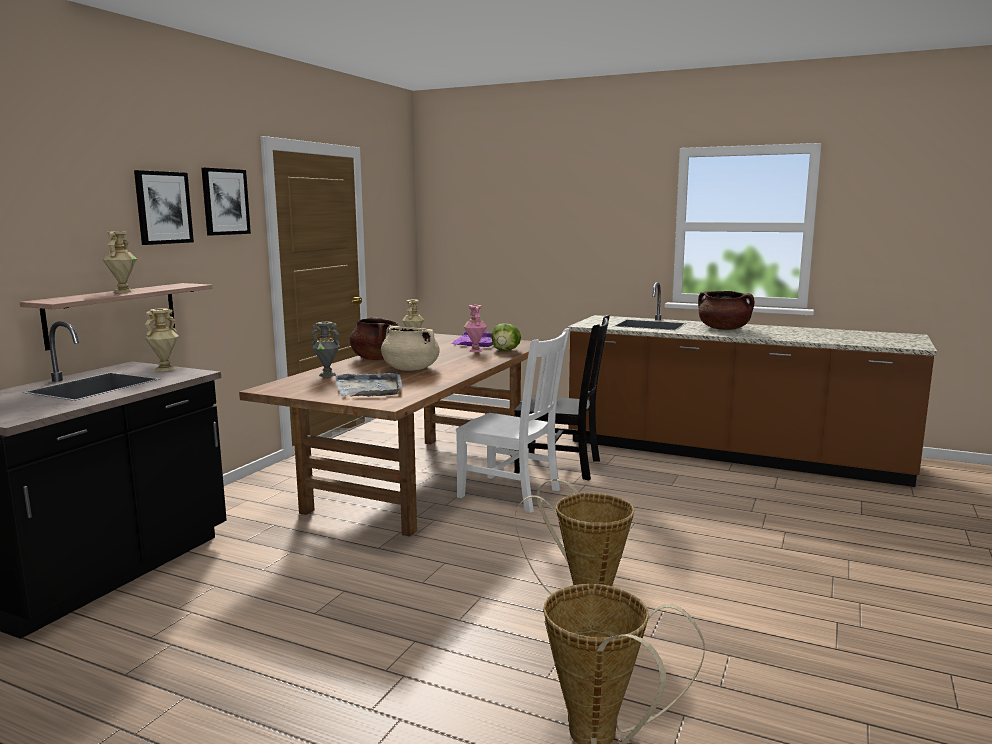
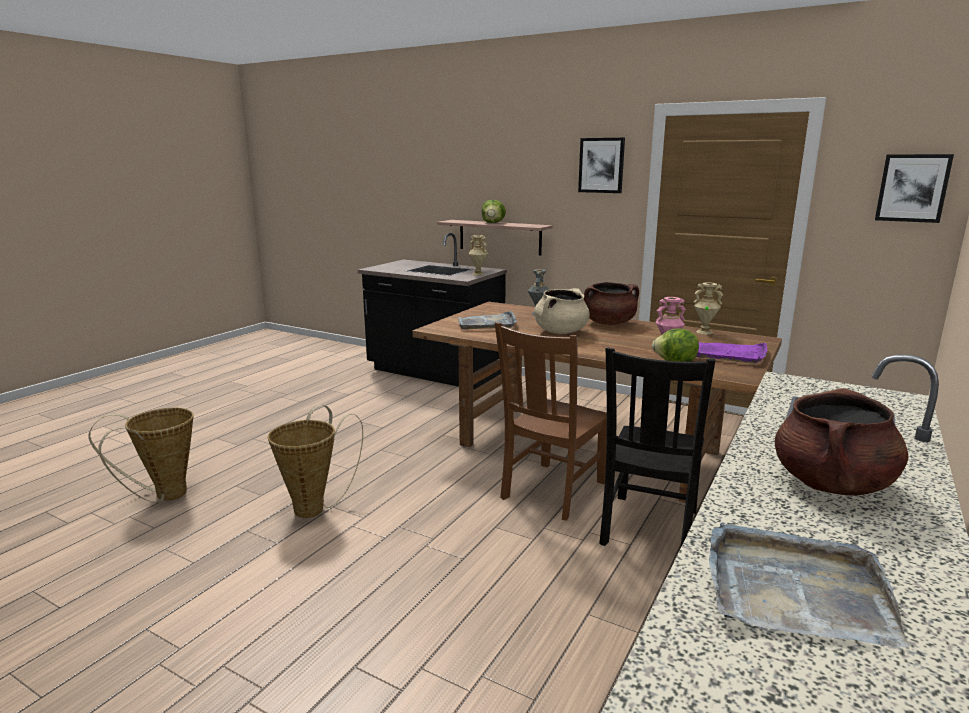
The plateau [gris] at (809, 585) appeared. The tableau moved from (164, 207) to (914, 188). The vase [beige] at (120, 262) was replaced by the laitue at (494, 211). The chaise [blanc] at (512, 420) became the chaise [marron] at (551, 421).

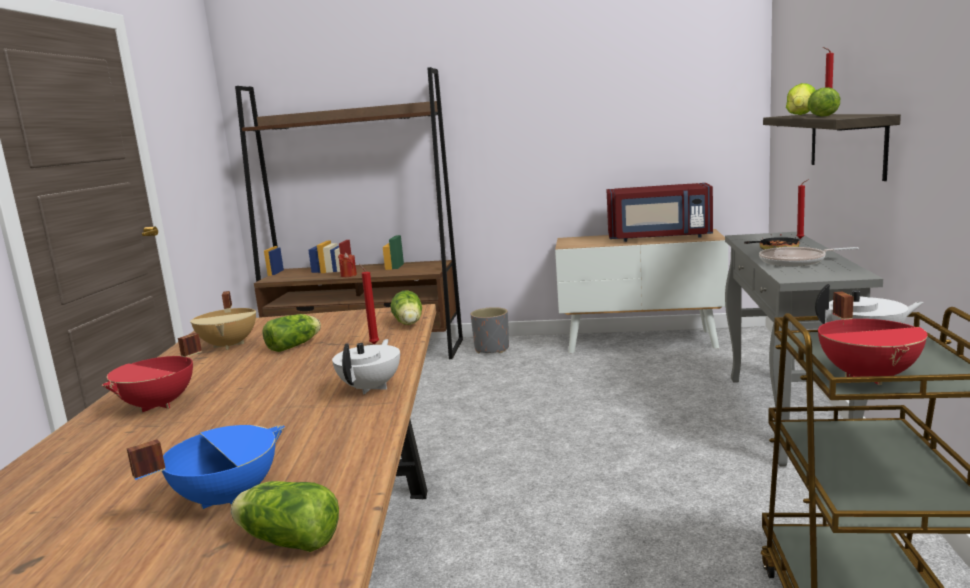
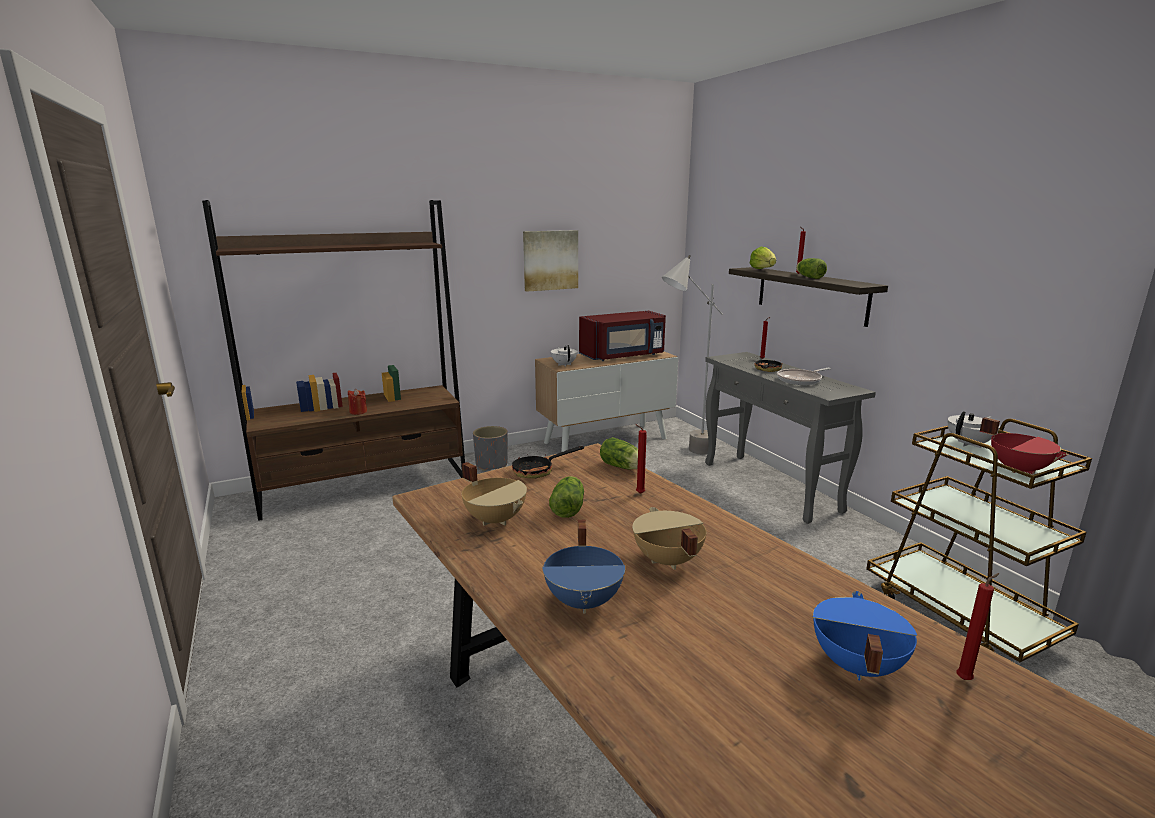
The poêle at (548, 462) appeared. The tableau at (550, 261) appeared. The marmite [beige] at (669, 538) appeared. The lampadaire [gris] at (692, 355) appeared. The théière [blanc] moved from (366, 367) to (564, 355). The laitue at (285, 516) was replaced by the bougie [rouge] at (978, 626). The marmite [rouge] at (152, 373) became the marmite [bleu] at (583, 567).

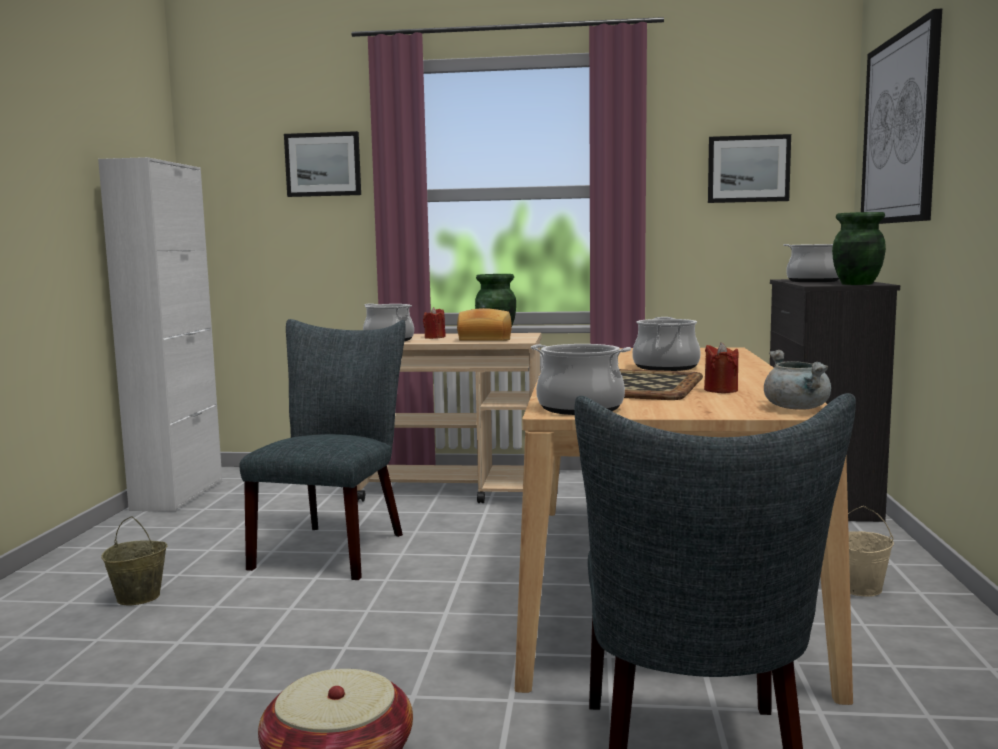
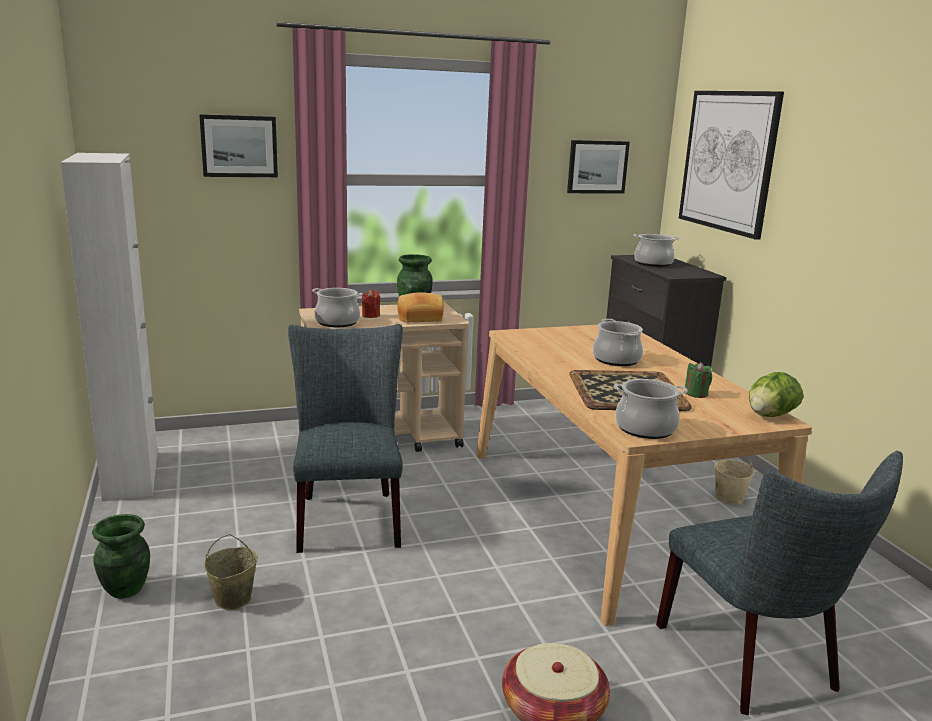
The vase [vert] moved from (859, 248) to (121, 556). The marmite [gris] at (797, 380) was replaced by the laitue at (776, 394). The bougie [rouge] at (721, 367) became the bougie [vert] at (698, 380).

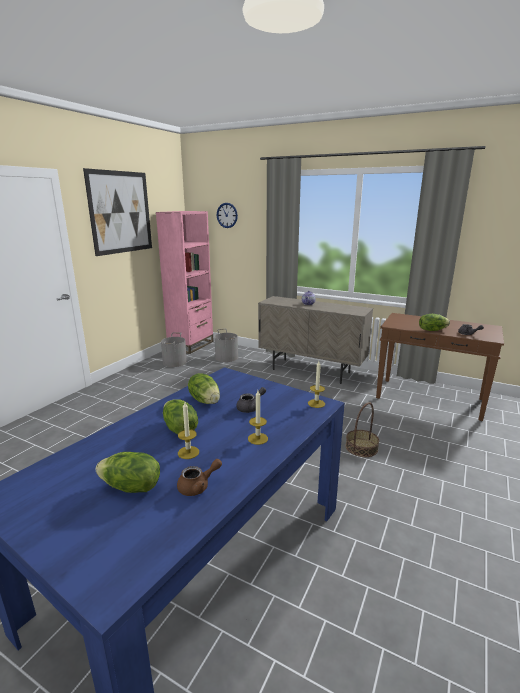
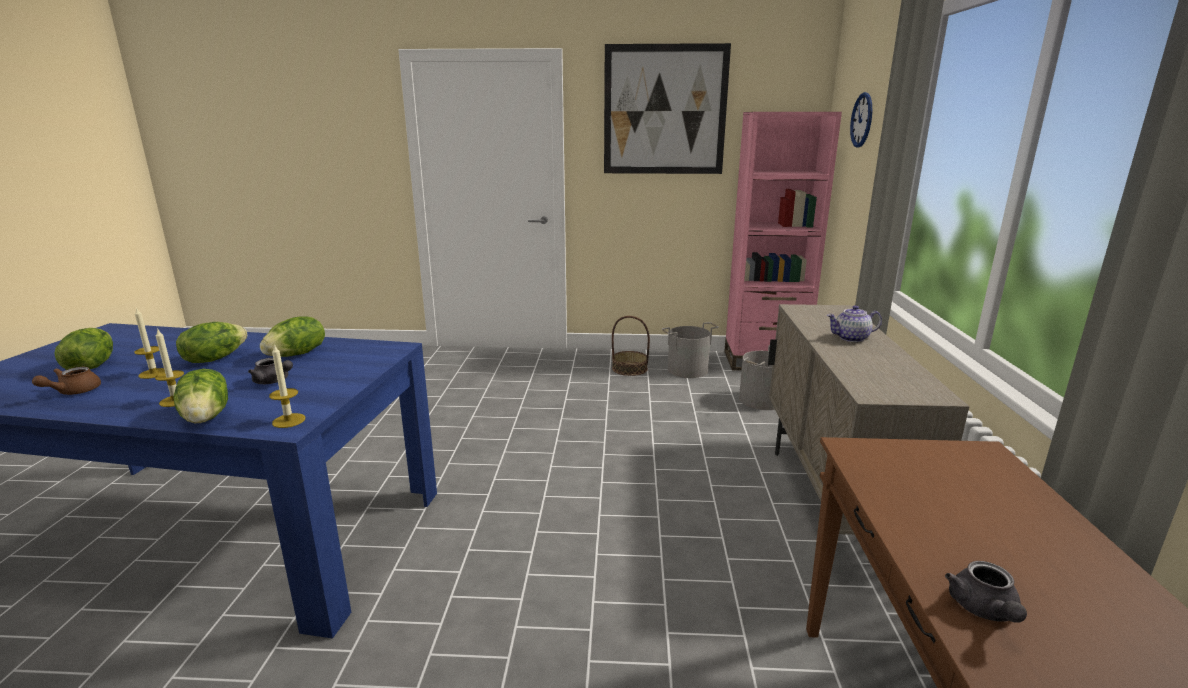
The panier moved from (362, 429) to (631, 346). The laitue moved from (434, 322) to (200, 396). The théière [marron] at (199, 477) turned 75 degrees clockwise.

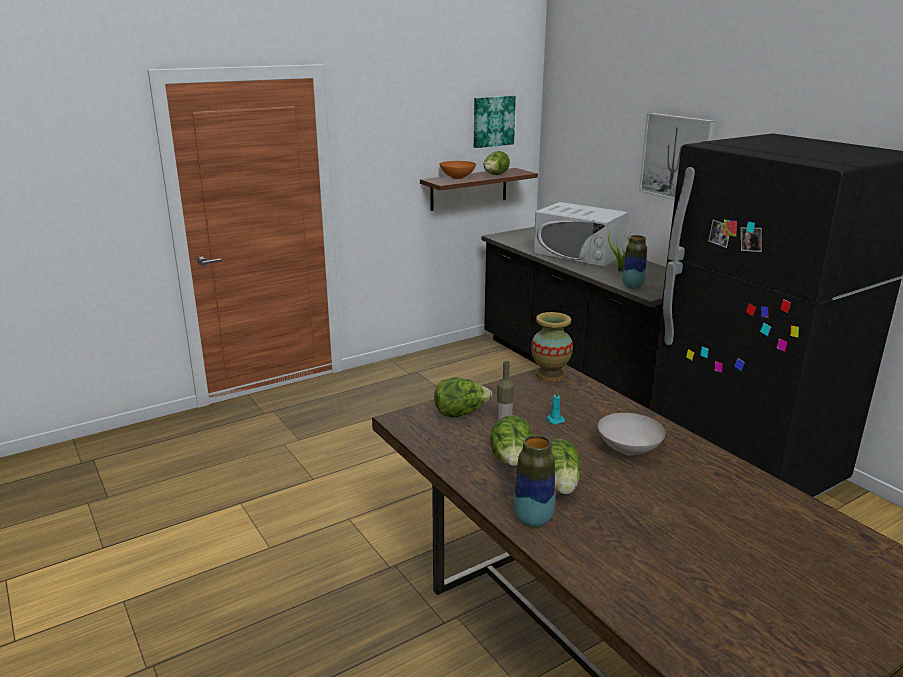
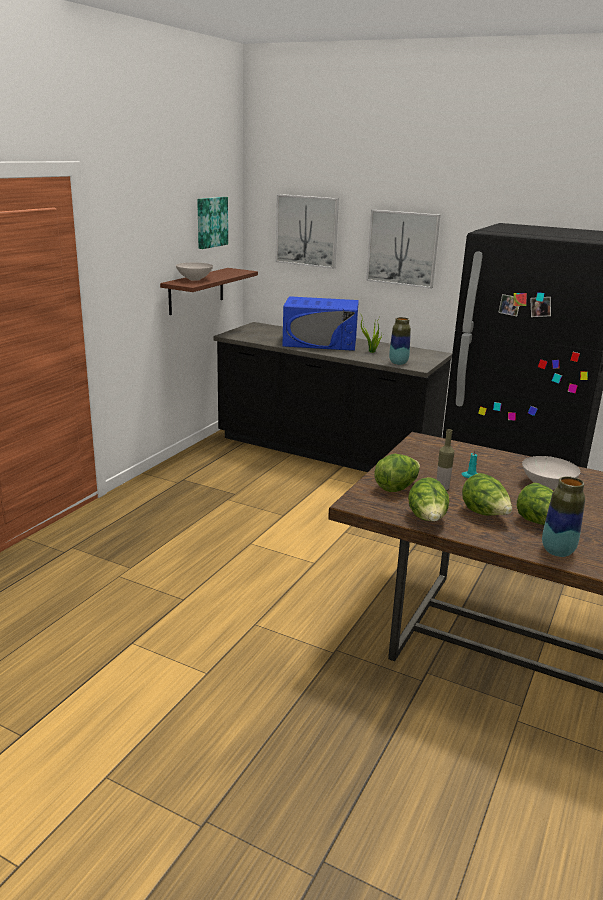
The vase at (552, 347) disappeared. The tableau at (307, 231) appeared. The laitue moved from (497, 163) to (428, 499). The bol [orange] at (457, 170) became the bol [blanc] at (194, 272). The micro-ondes [blanc] at (581, 234) became the micro-ondes [bleu] at (320, 323).

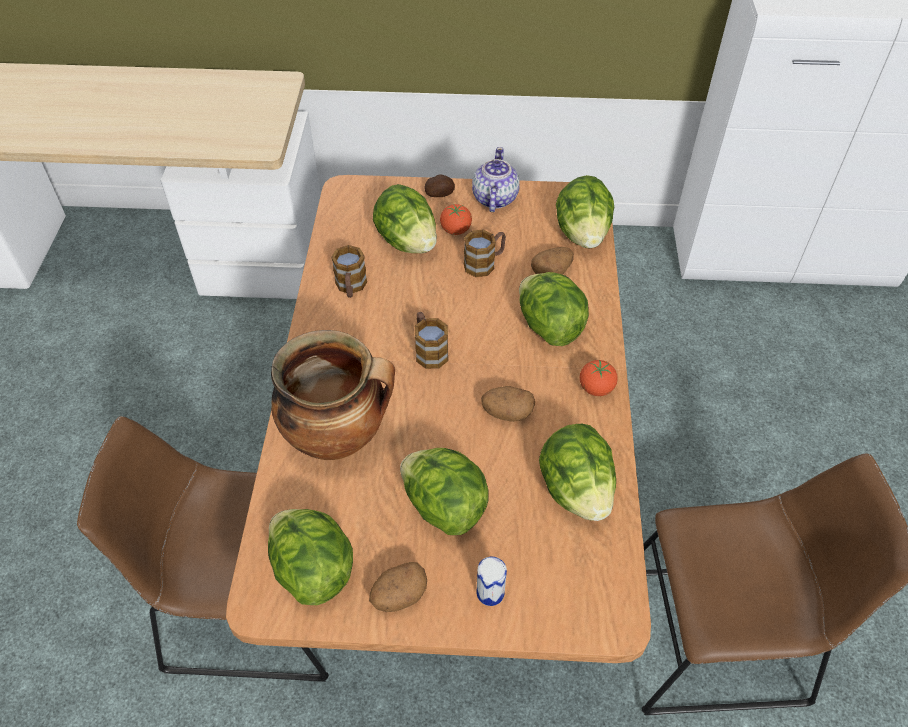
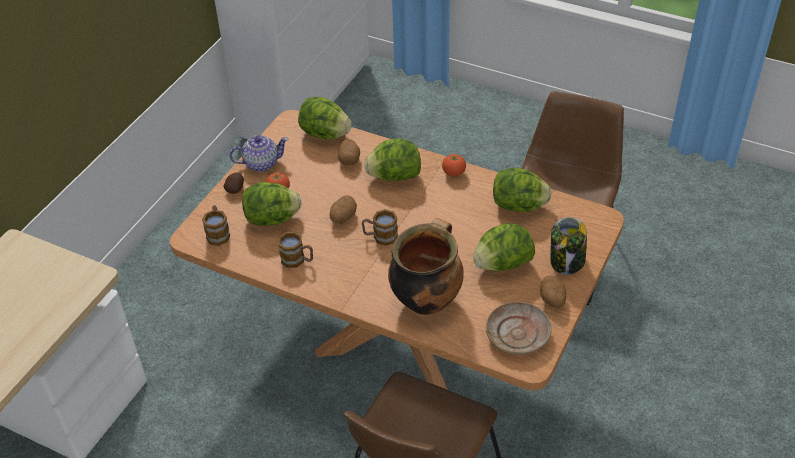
The mug moved from (485, 253) to (216, 225). The pomme de terre moved from (508, 404) to (343, 209). The laitue at (310, 557) was replaced by the assiette [beige] at (519, 328). The boîte métallique at (491, 581) was replaced by the bocal at (569, 245). The théière at (496, 179) turned 135 degrees clockwise.

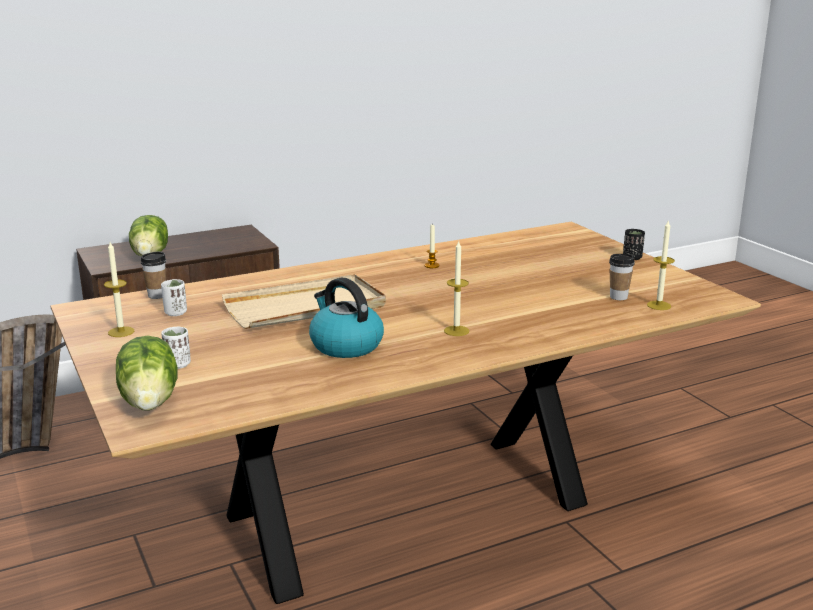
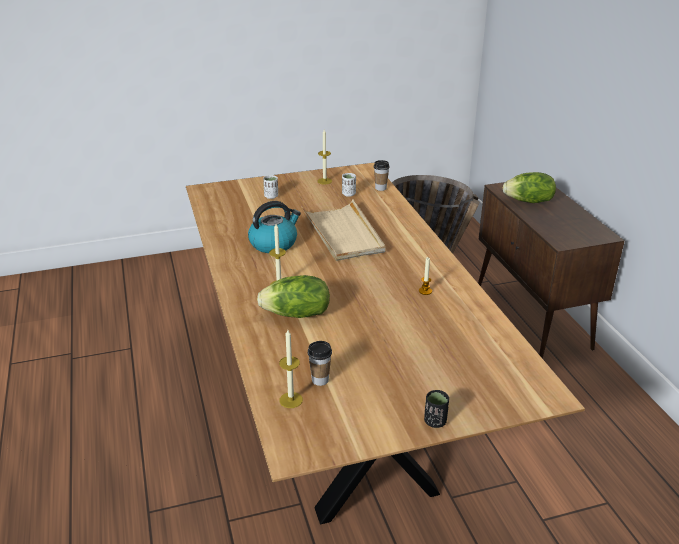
The laitue moved from (147, 373) to (293, 296).

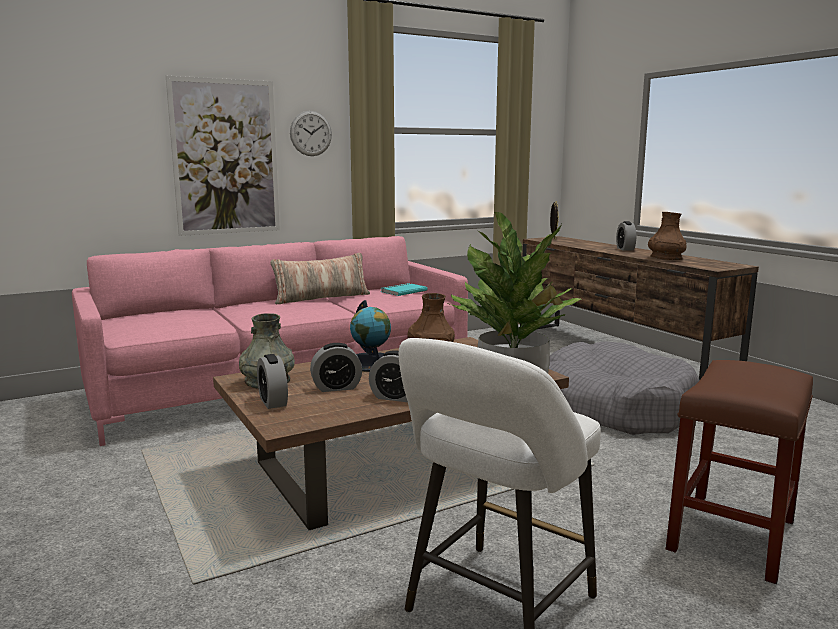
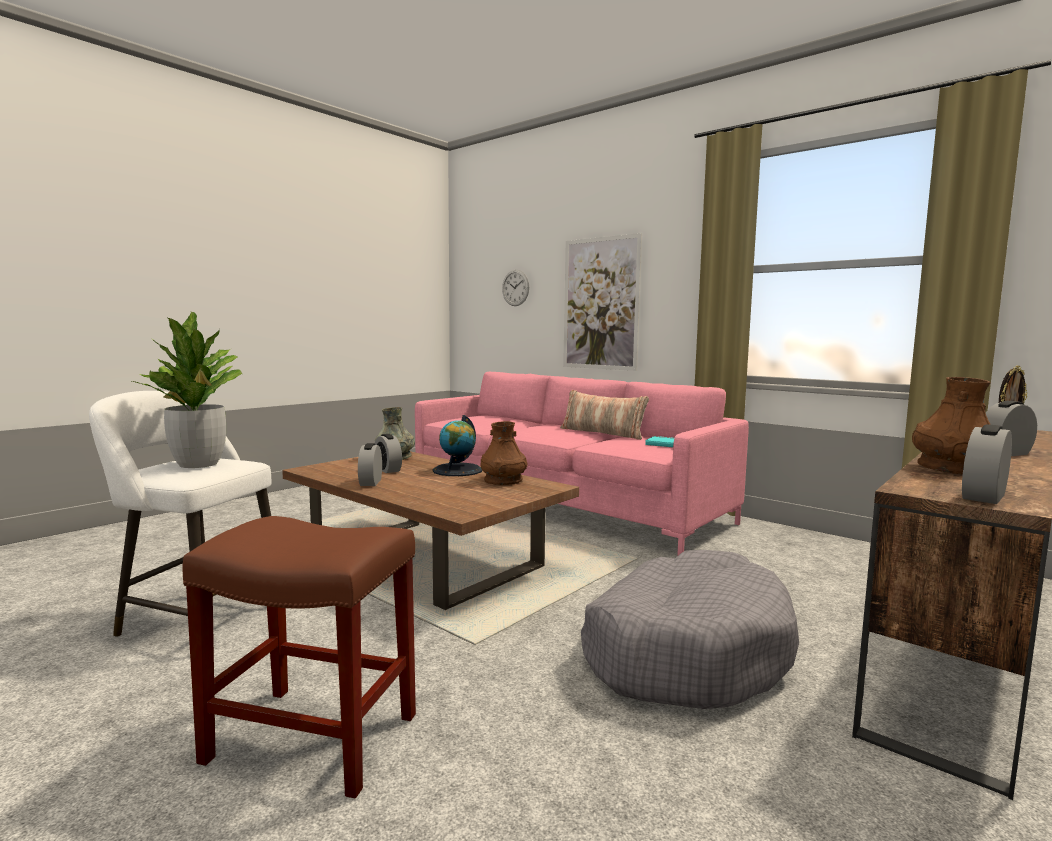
The réveil moved from (272, 381) to (987, 464). The horloge murale moved from (311, 133) to (515, 288).

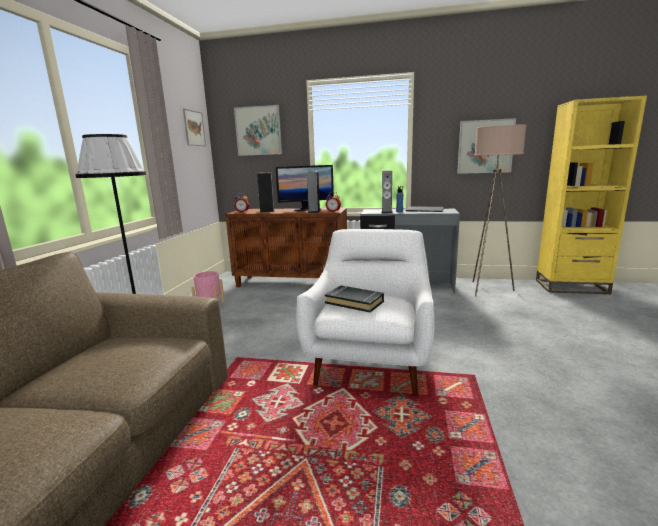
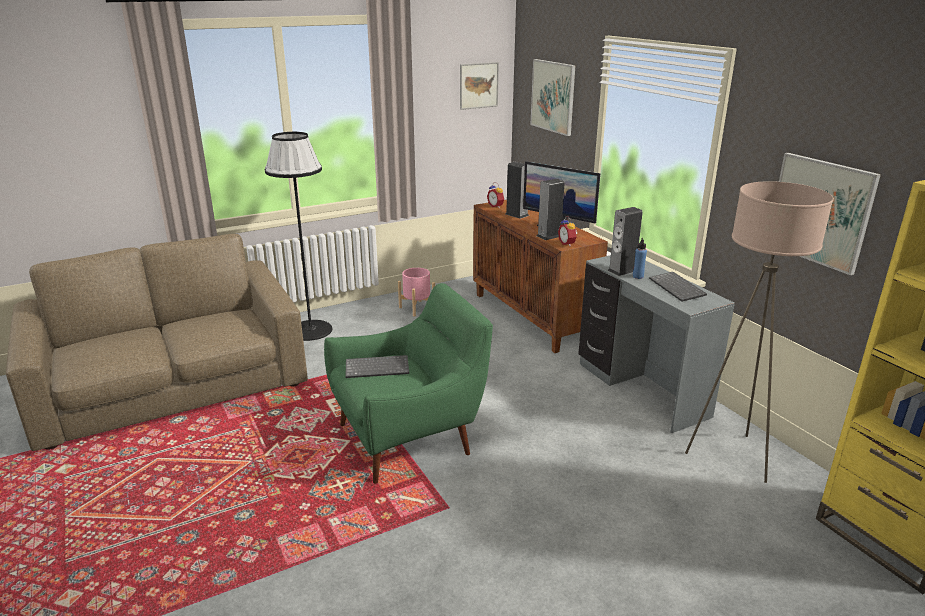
The livre [noir] at (354, 298) was replaced by the clavier at (377, 366). The fauteuil [blanc] at (365, 312) became the fauteuil [vert] at (408, 383).

